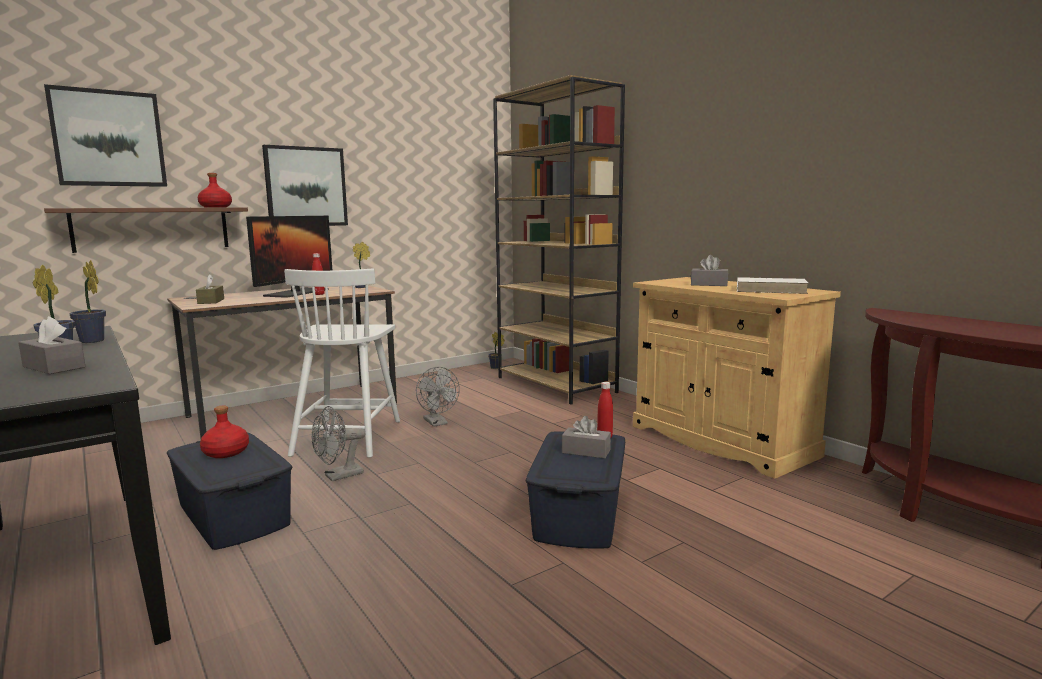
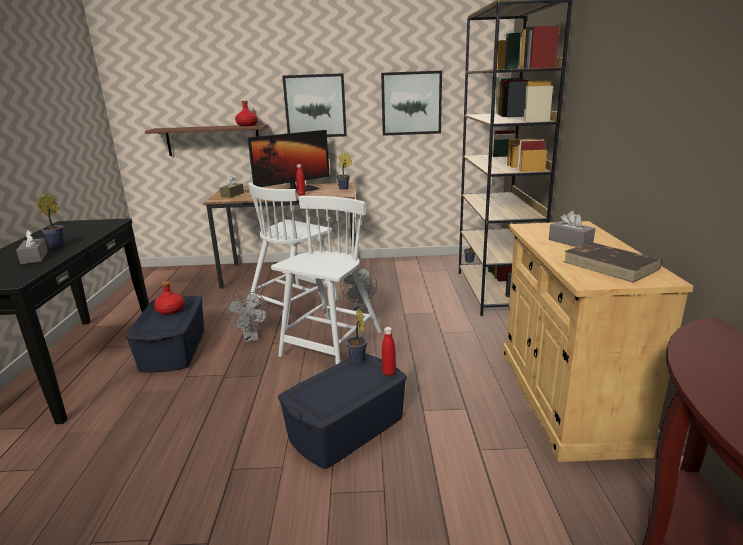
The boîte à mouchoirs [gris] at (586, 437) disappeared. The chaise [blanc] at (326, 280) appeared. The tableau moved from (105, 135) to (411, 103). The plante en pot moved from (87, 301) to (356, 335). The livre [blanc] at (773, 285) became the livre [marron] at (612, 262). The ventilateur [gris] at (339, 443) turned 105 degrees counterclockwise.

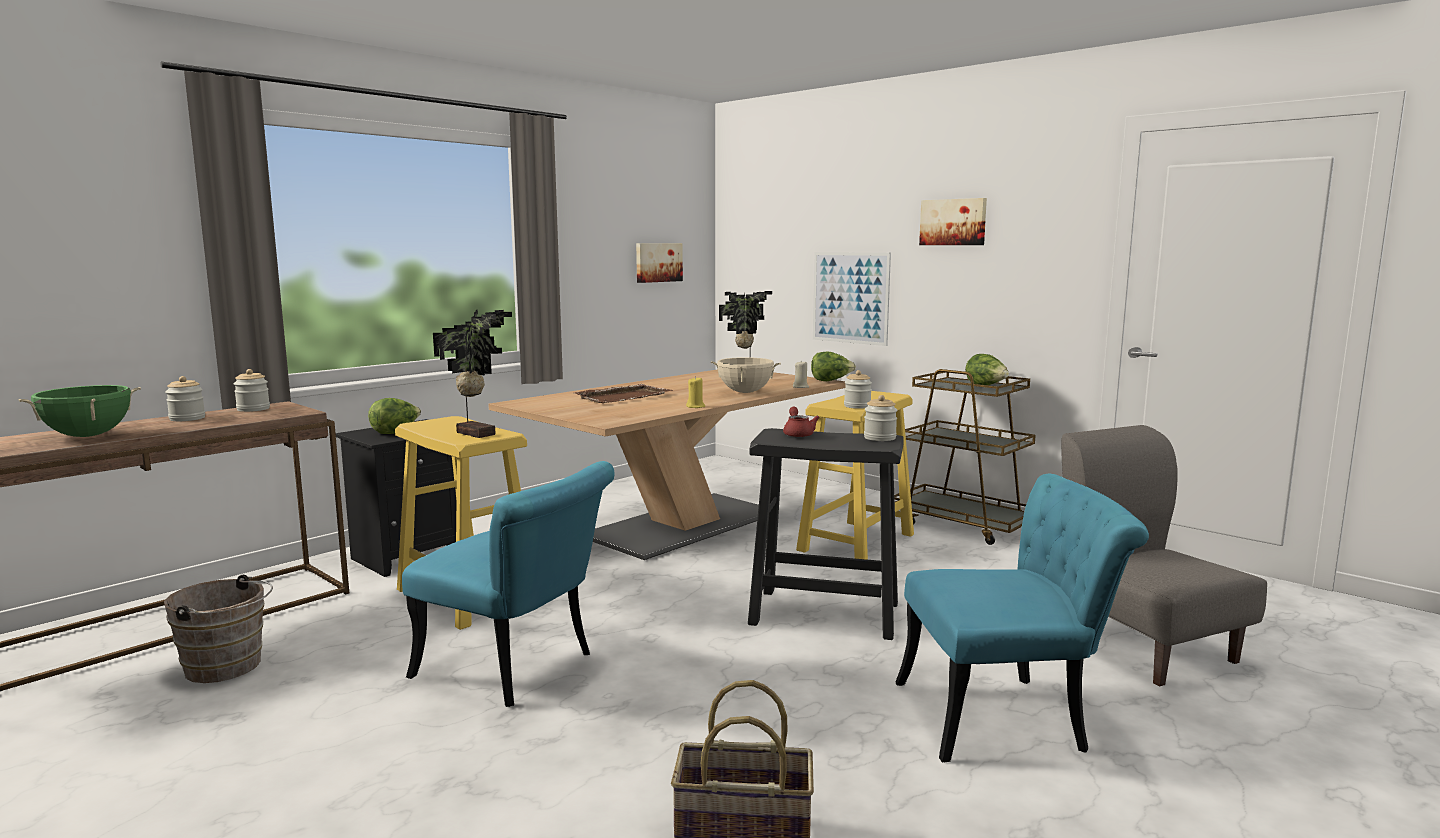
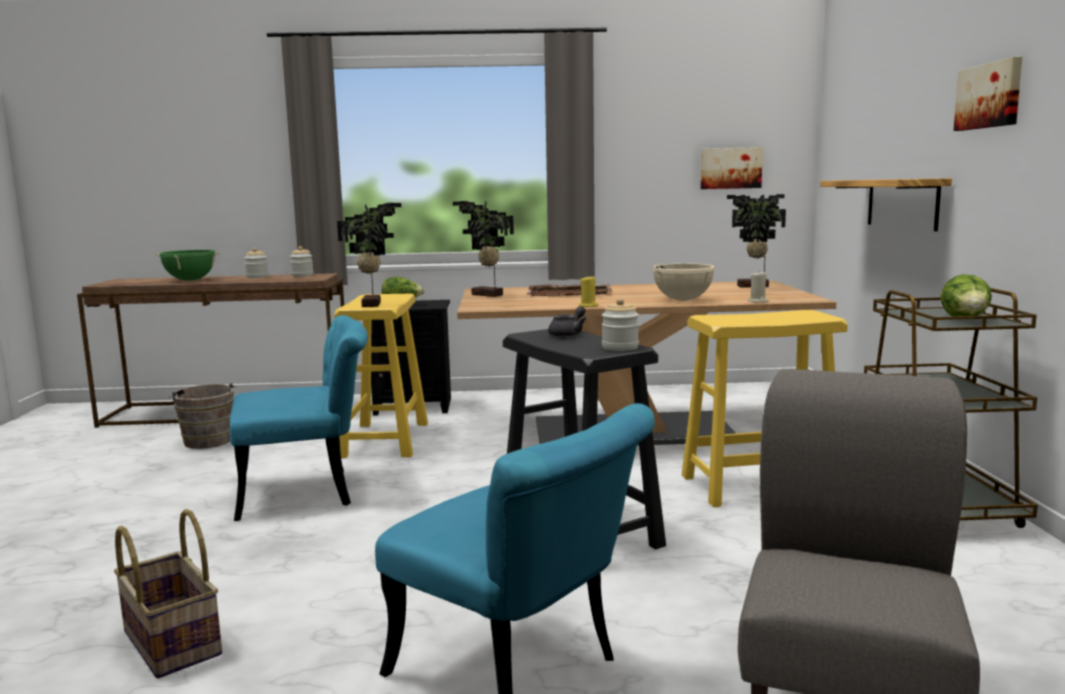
The laitue at (833, 366) disappeared. The bocal at (858, 389) disappeared. The plante en pot at (483, 249) appeared. The tableau at (852, 299) was replaced by the étagère at (886, 204). The théière [rouge] at (801, 422) became the théière [gris] at (567, 321). The chaise [turquoise] at (508, 584) turned 90 degrees counterclockwise.

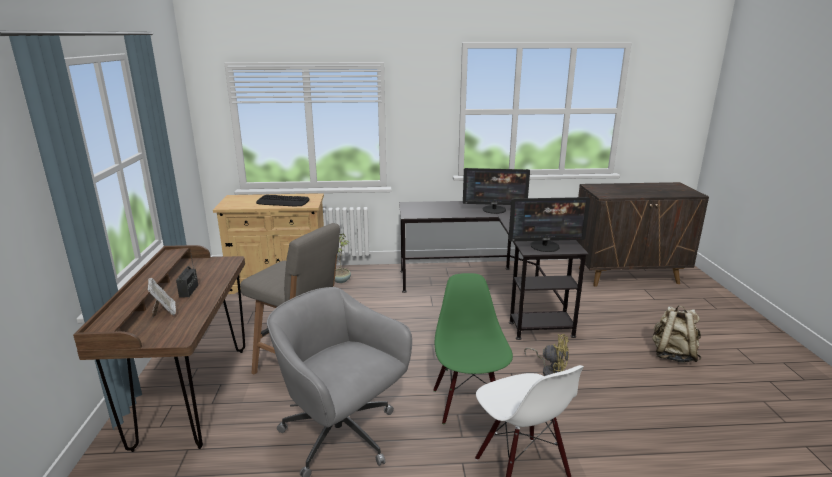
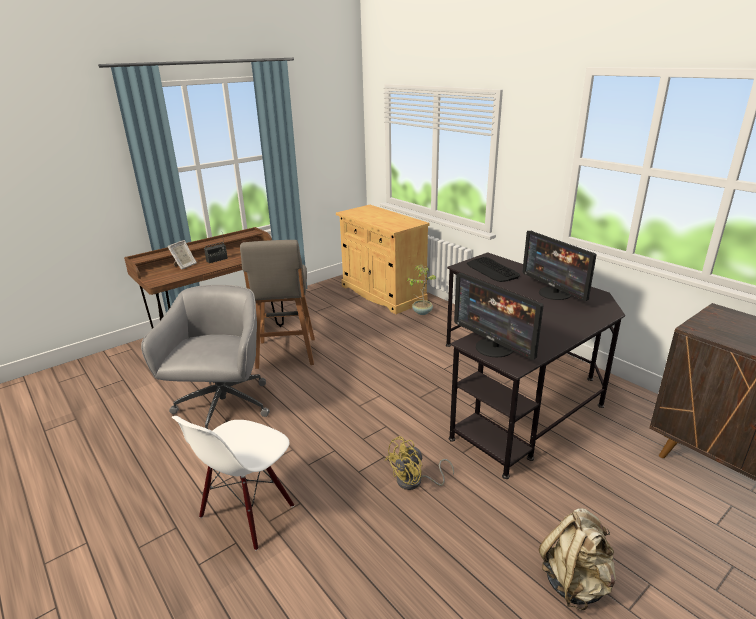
The chaise [vert] at (473, 348) disappeared. The clavier moved from (283, 201) to (493, 269). The ventilateur [jaune] at (546, 355) turned 60 degrees clockwise.

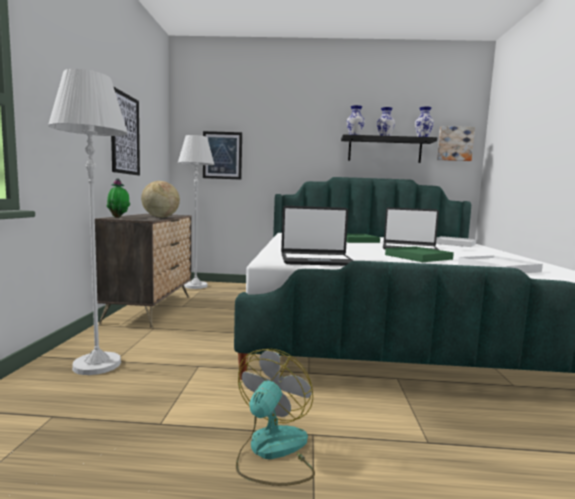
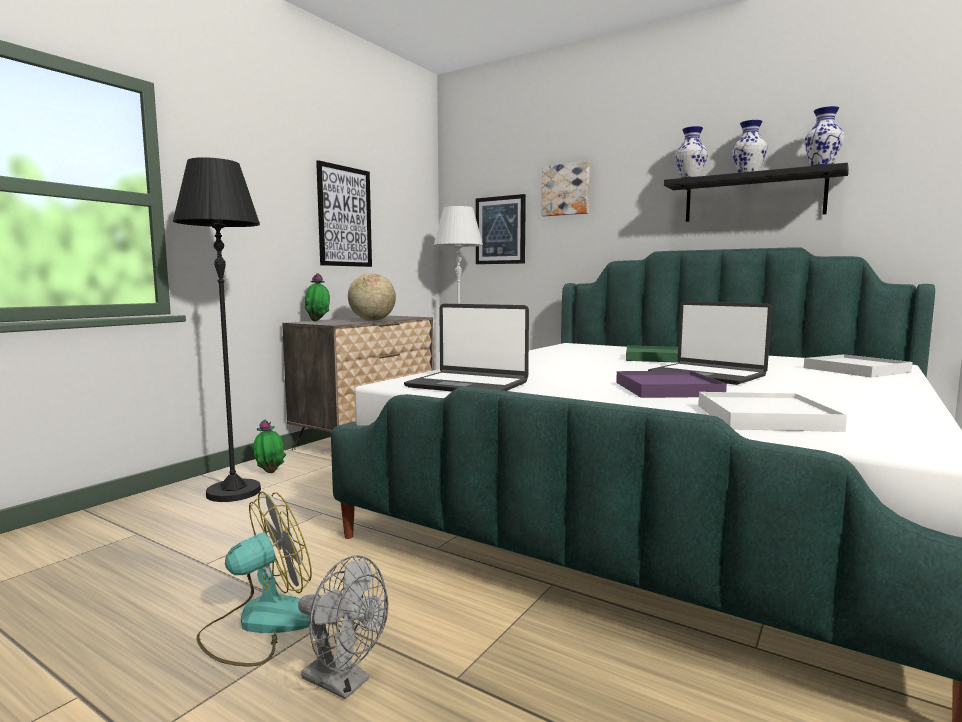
The plante en pot at (270, 446) appeared. The ventilateur [gris] at (343, 627) appeared. The tableau moved from (456, 143) to (565, 188). The lampadaire [blanc] at (88, 222) became the lampadaire [noir] at (217, 329). The plateau [vert] at (419, 254) became the plateau [violet] at (671, 384).

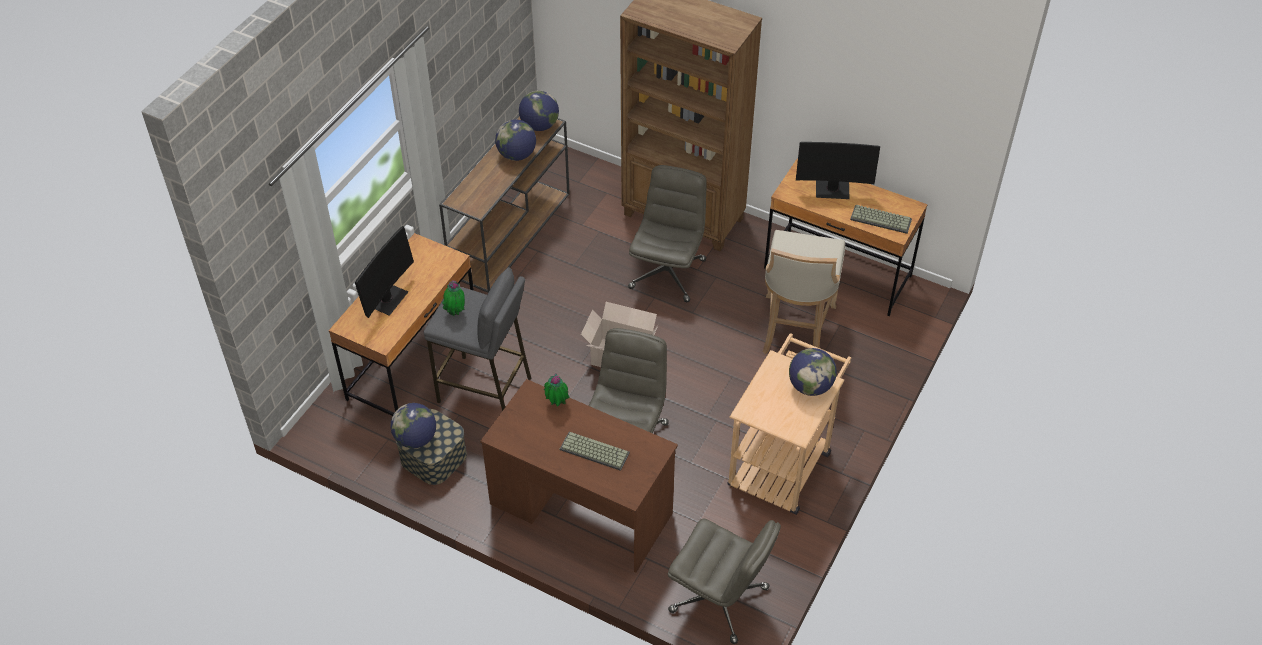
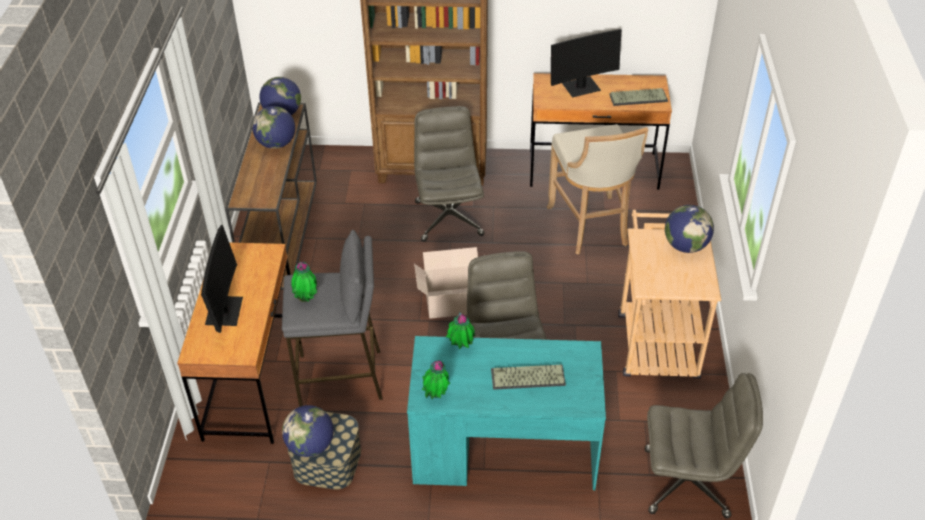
The plante en pot at (436, 379) appeared. The bureau [marron] at (579, 475) became the bureau [turquoise] at (506, 413).

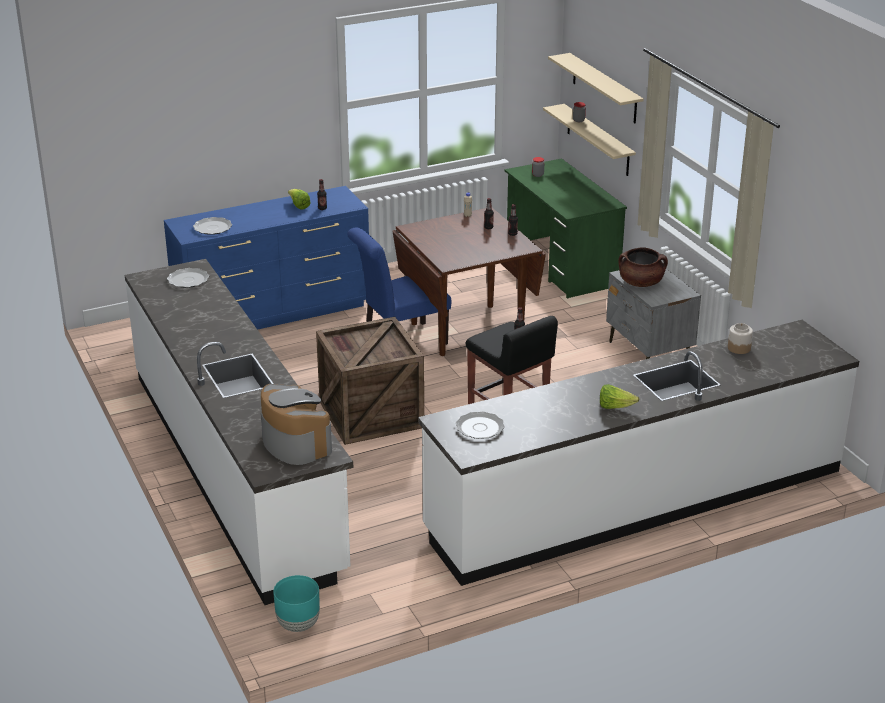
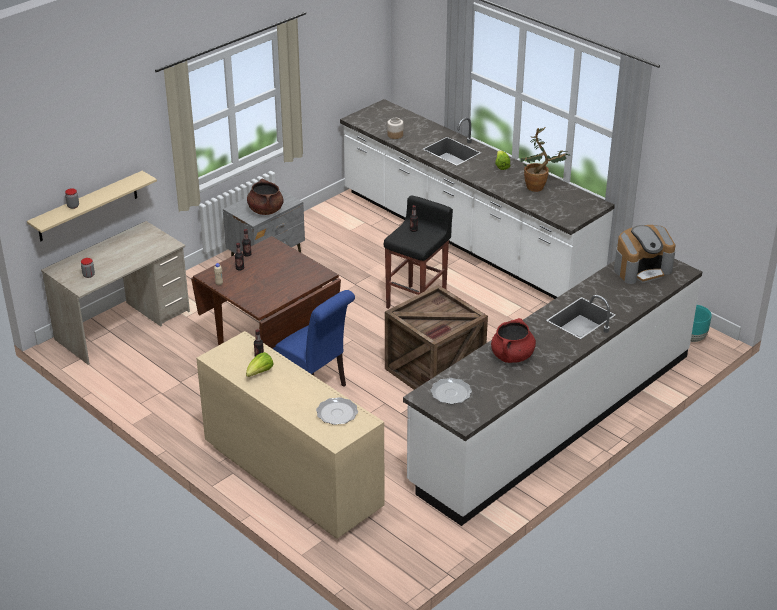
The assiette at (480, 425) disappeared. The étagère [beige] at (596, 88) disappeared. The marmite [rouge] at (513, 340) appeared. The plante en pot at (544, 159) appeared. The commode [bleu] at (266, 258) became the commode [beige] at (290, 435). The bureau [vert] at (566, 228) became the bureau [beige] at (115, 293). The machine à café at (296, 424) turned 150 degrees counterclockwise.

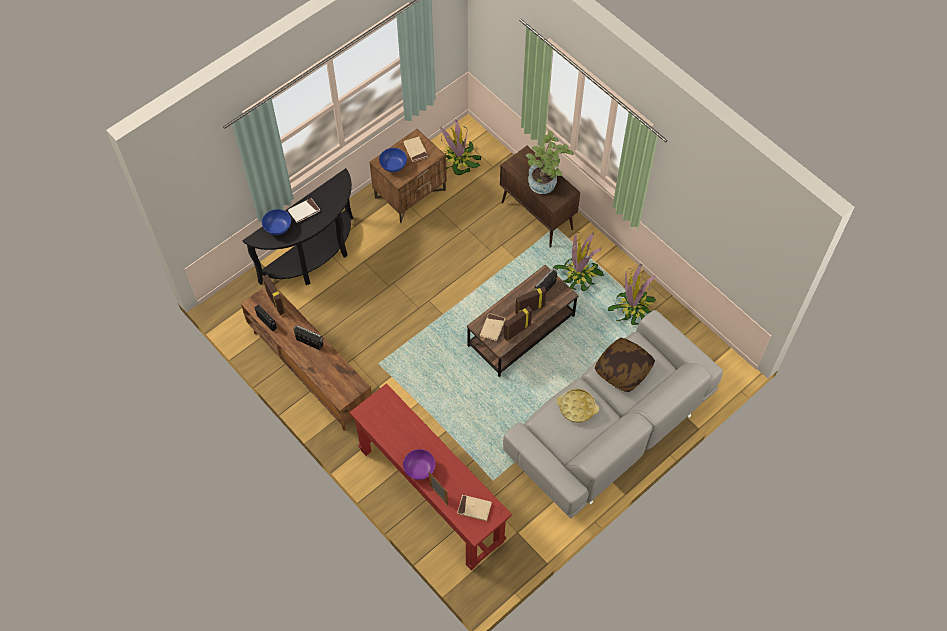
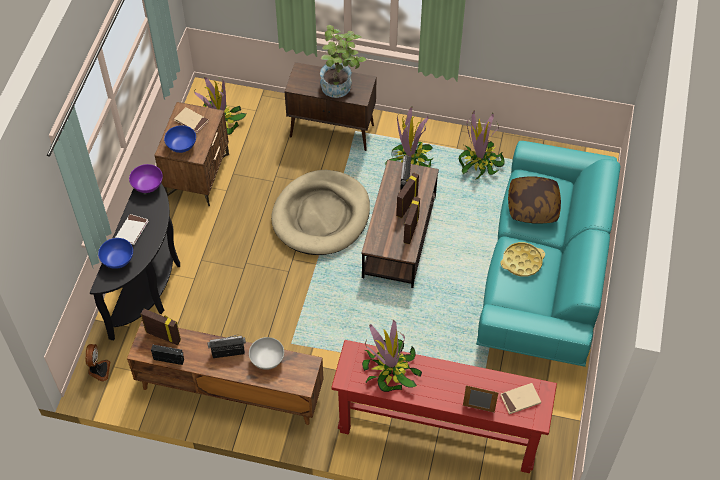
The livre [beige] at (492, 327) disappeared. The ventilateur at (97, 363) appeared. The bol [blanc] at (266, 353) appeared. The panier pour chien [beige] at (320, 212) appeared. The plante en pot at (392, 355) appeared. The bol [violet] moved from (419, 464) to (146, 178). The canapé [gris] at (612, 414) became the canapé [turquoise] at (548, 254).

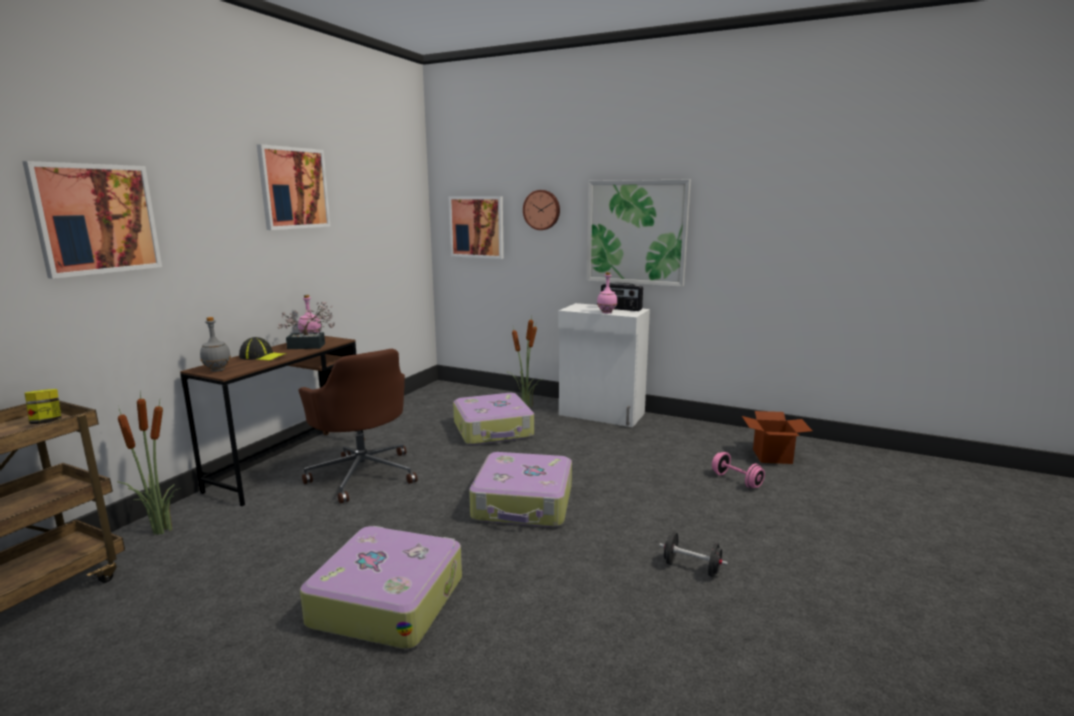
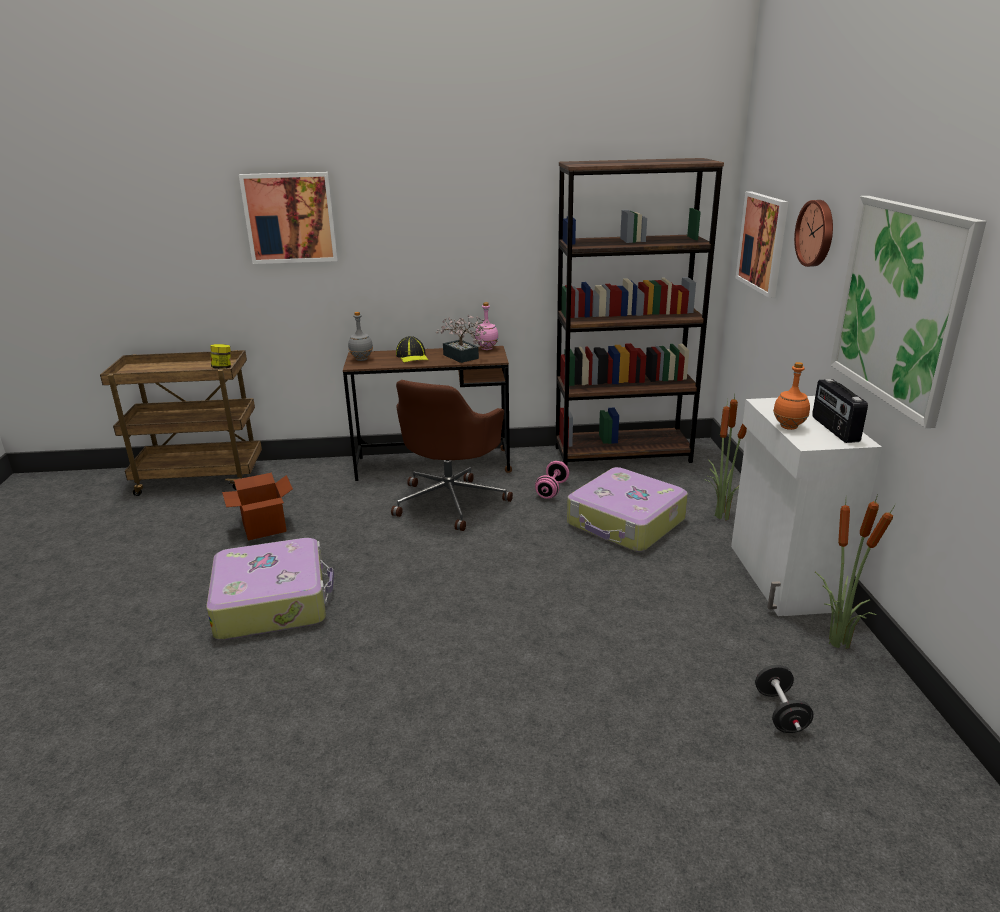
The tableau at (294, 187) disappeared. The valise at (520, 489) disappeared. The bibliothèque [marron] at (640, 311) appeared. The plante en pot moved from (148, 463) to (855, 572). The haltère [noir] moved from (693, 554) to (784, 699). The haltère [rose] moved from (738, 470) to (552, 480). The carton moved from (777, 437) to (257, 506). The bouteille [rose] at (607, 292) became the bouteille [orange] at (791, 396).

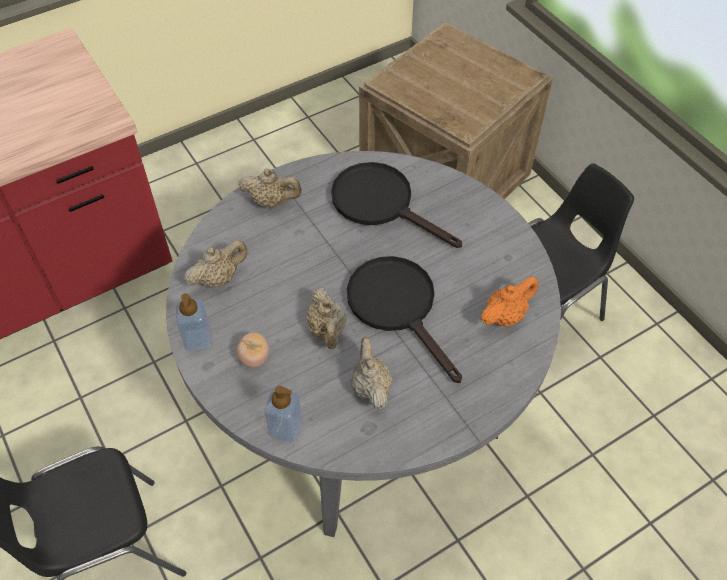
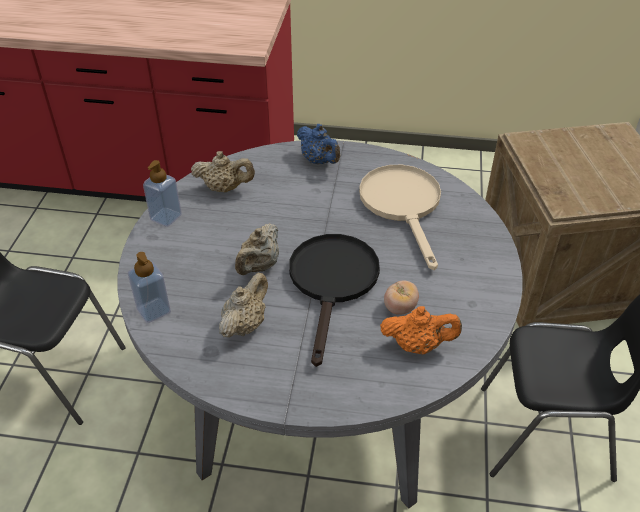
The tomate moved from (253, 350) to (401, 297). The théière [beige] at (270, 188) became the théière [bleu] at (318, 144). The poêle [noir] at (396, 205) became the poêle [beige] at (400, 217).

